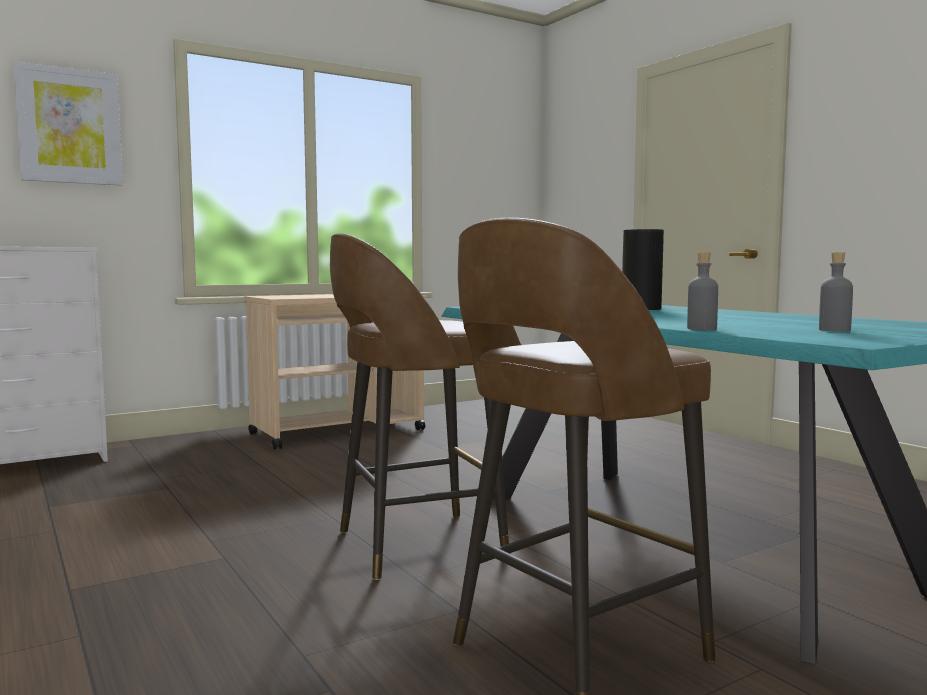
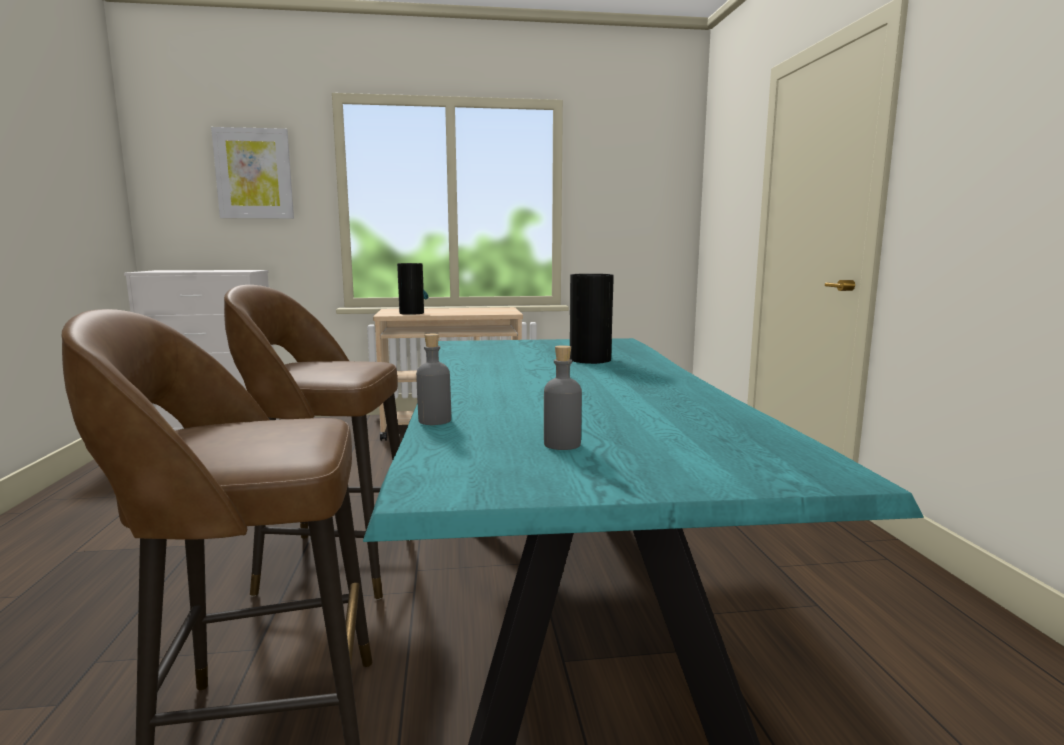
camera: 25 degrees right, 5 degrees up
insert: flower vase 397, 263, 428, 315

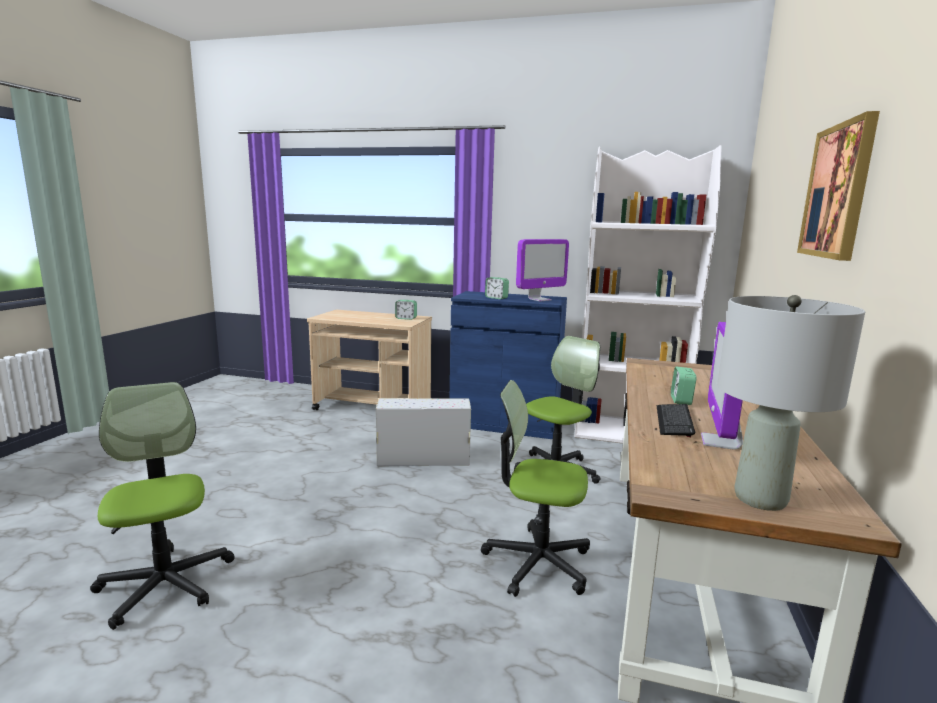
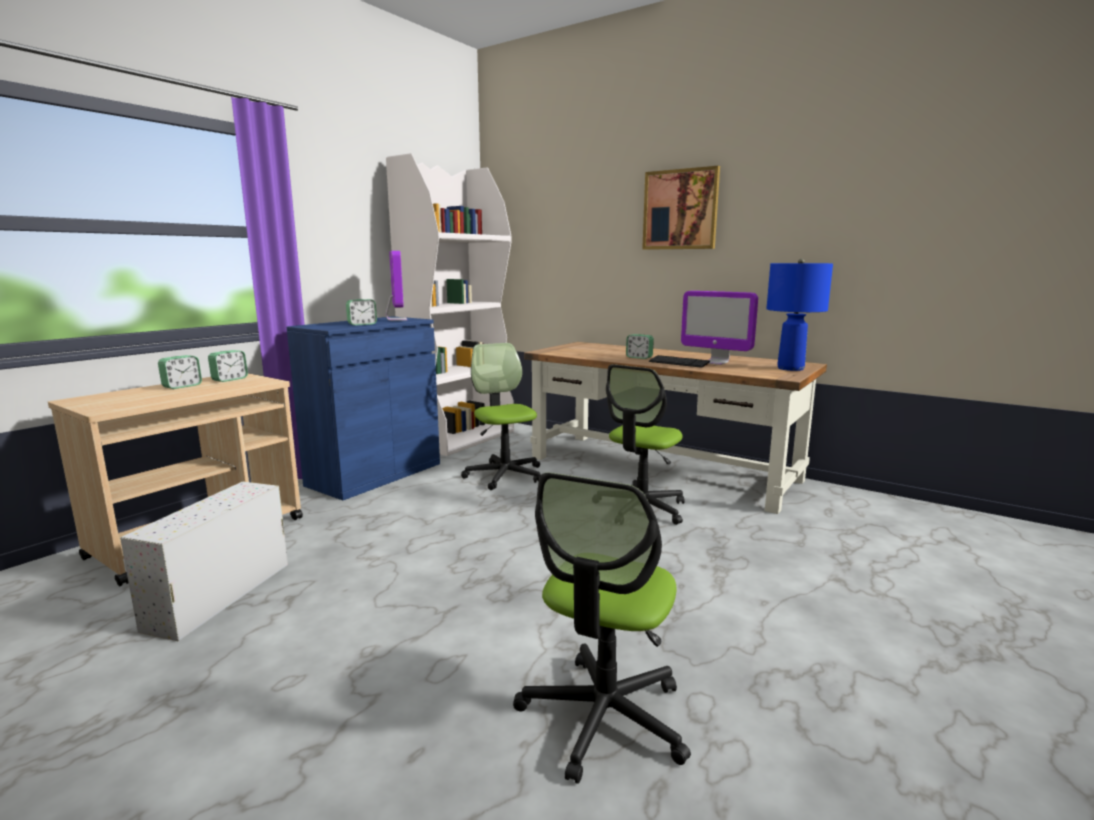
camera: 70 degrees left, 0 degrees up
insert: bedside clock 158, 355, 202, 389
move: whitish storage box 376, 398, 471, 466 to 120, 482, 288, 641
recolor: grey table lamp 717, 295, 865, 511 to blue table lamp 766, 259, 833, 371
rotate: desk chair 90, 382, 235, 630 = 513, 472, 691, 784 60 degrees counterclockwise

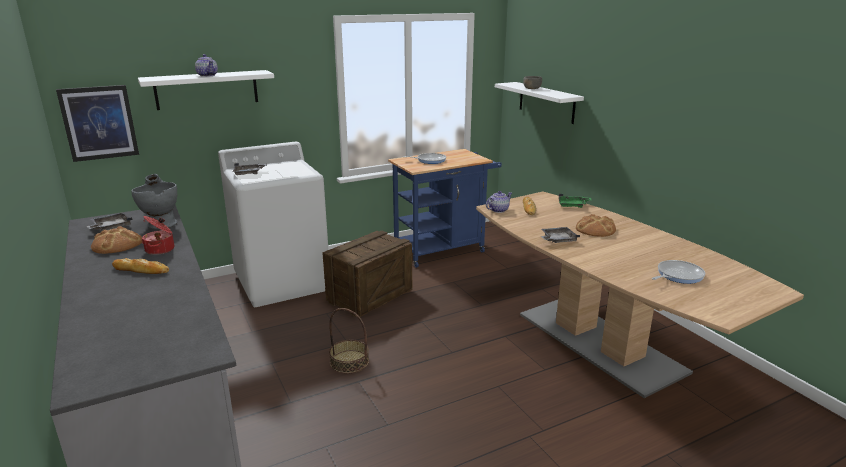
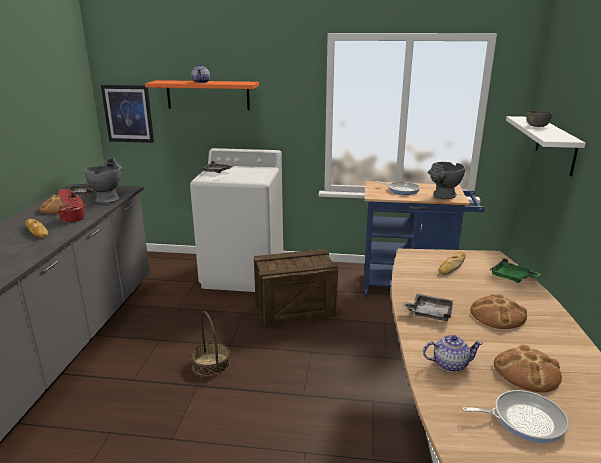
camera: 35 degrees right, 0 degrees up
insert: grey flower vase 427, 162, 465, 199; baked bread 494, 345, 562, 392
move: teapot 486, 191, 512, 213 to 423, 335, 483, 372
recolor: whitish wall shelf 138, 70, 274, 110 to orange-coloured wall shelf 145, 80, 259, 110

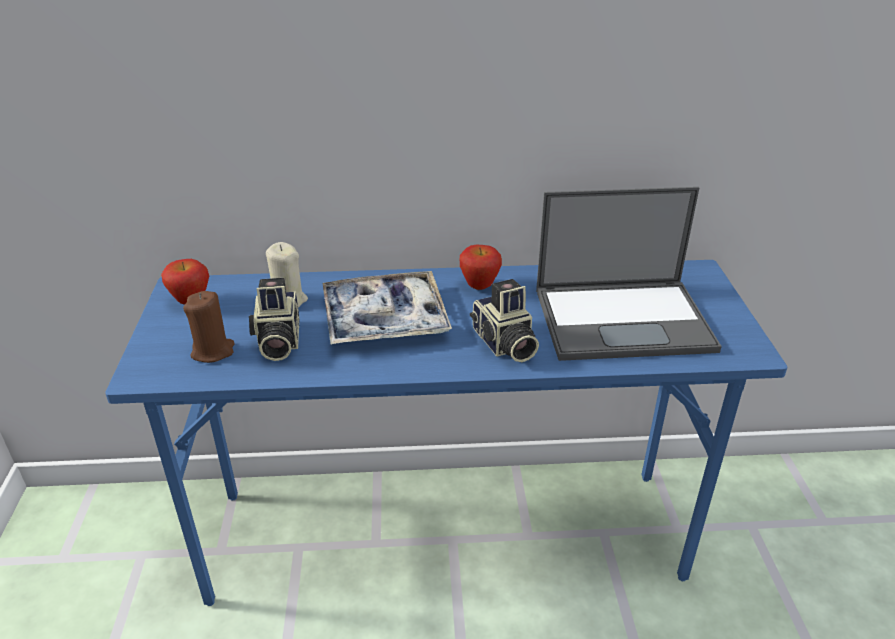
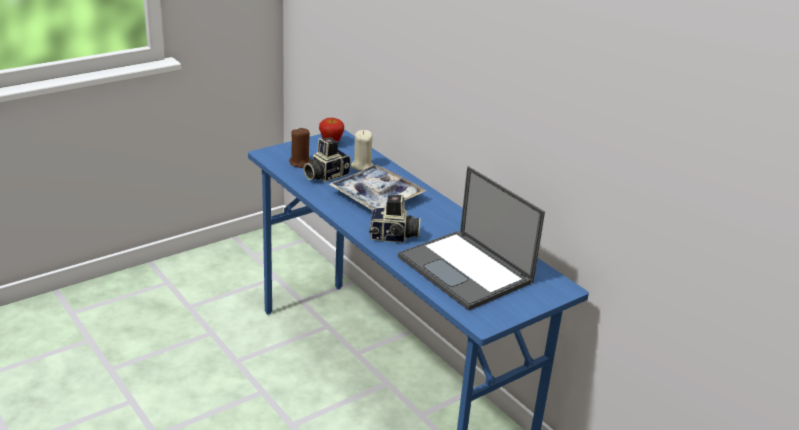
camera: 55 degrees right, 5 degrees down
delete: apple fruit 460, 245, 502, 290
rotate: still camera 470, 279, 539, 362 = 369, 194, 421, 243 120 degrees counterclockwise

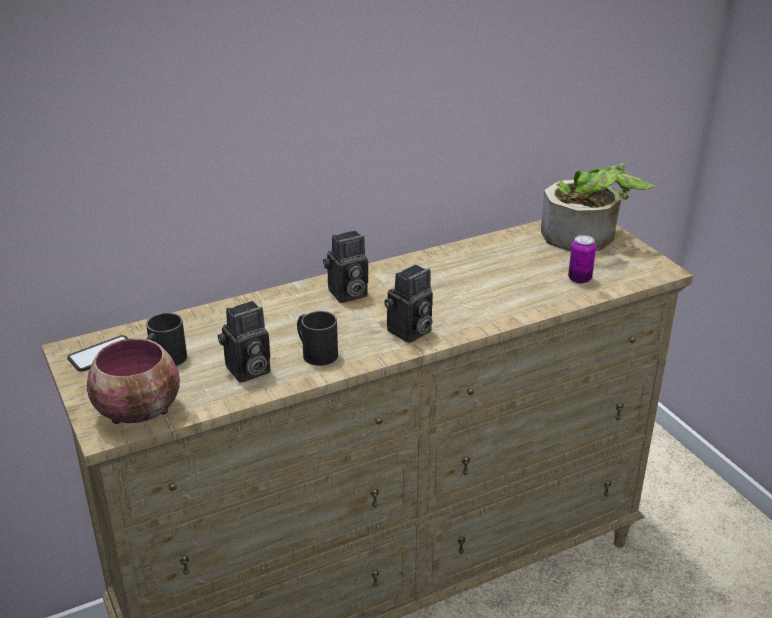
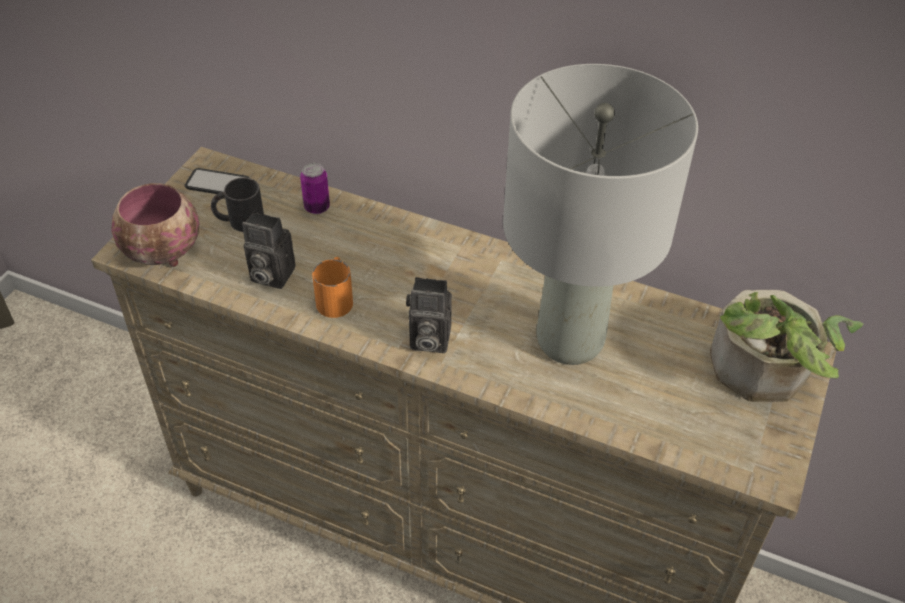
camera: 50 degrees right, 15 degrees up
delete: still camera 323, 230, 368, 303
insert: grey table lamp 503, 64, 698, 365
move: can 568, 235, 596, 284 to 300, 163, 330, 214
recolor: blackish coffee mug 297, 311, 338, 366 to orange-coloured coffee mug 312, 257, 353, 318

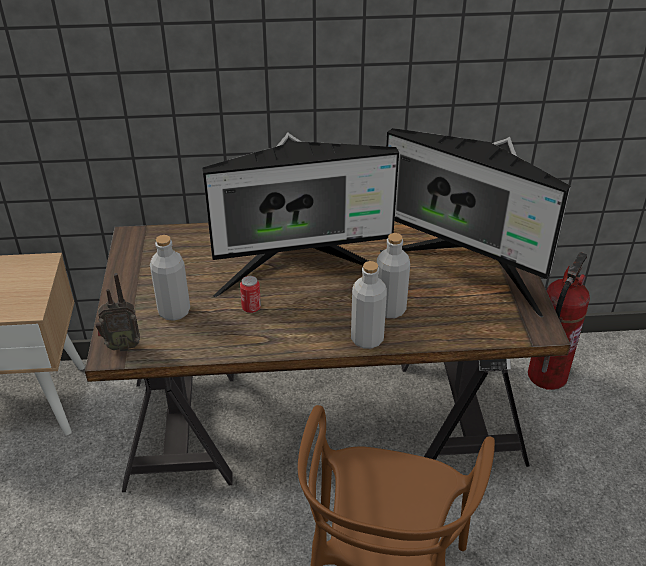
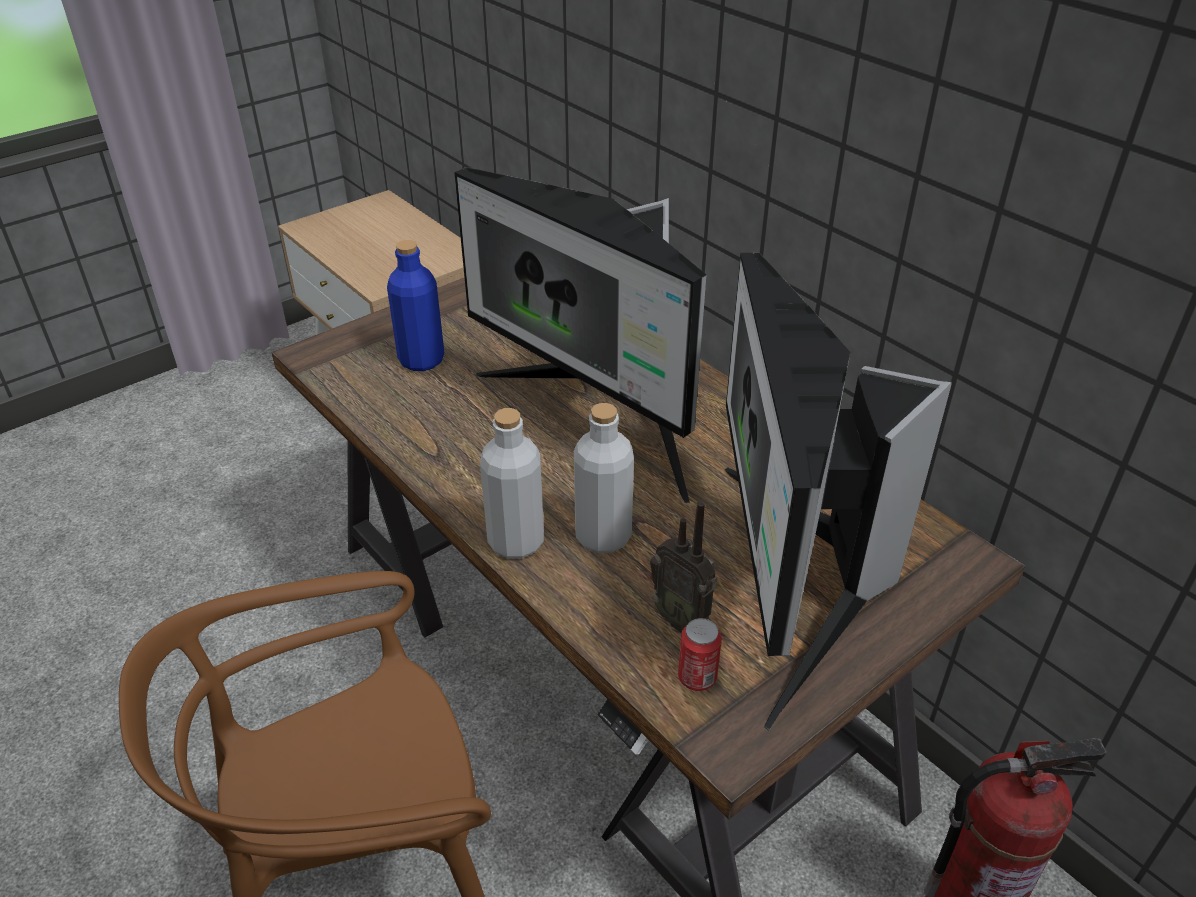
camera: 55 degrees right, 0 degrees up
move: radio receiver 95, 273, 140, 352 to 650, 501, 717, 633; can 240, 276, 261, 313 to 678, 618, 722, 691
recolor: grey beverage bottle 150, 235, 190, 321 to blue beverage bottle 387, 240, 444, 371

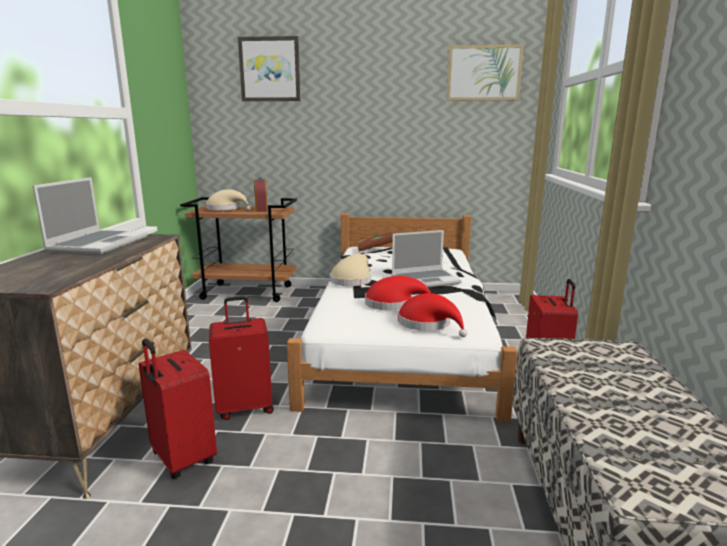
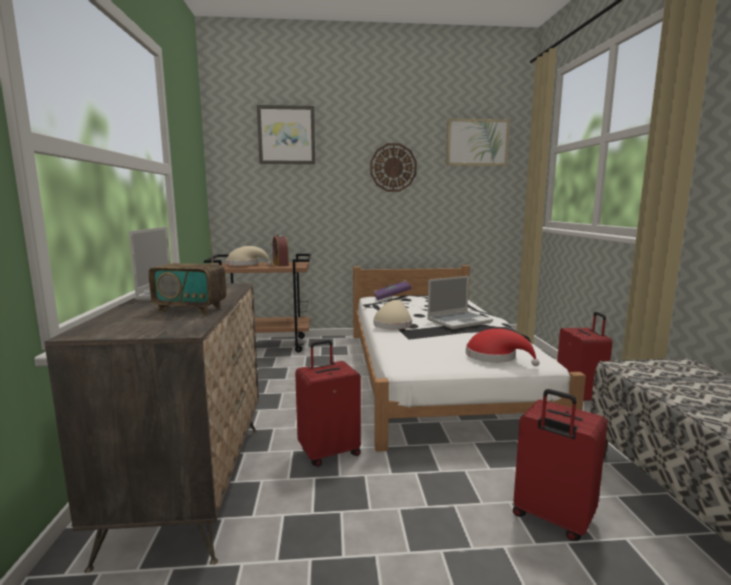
camera: 10 degrees left, 5 degrees down
delete: red-coloured hat 365, 276, 431, 310
insert: radio receiver 148, 229, 227, 314; hanging clock 370, 143, 417, 192
move: red-coloured travel case 139, 339, 217, 479 to 513, 389, 608, 541
recolor: brownish bound book 358, 230, 396, 252 to purplish bound book 373, 280, 412, 300

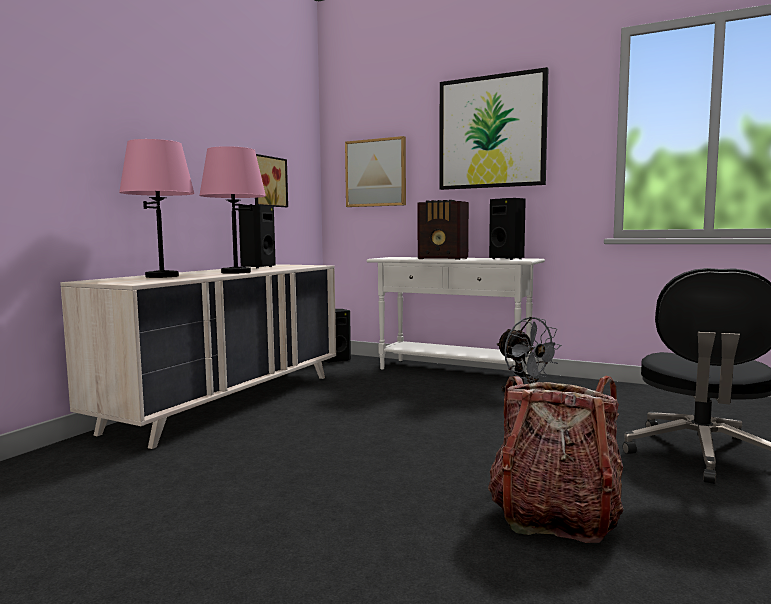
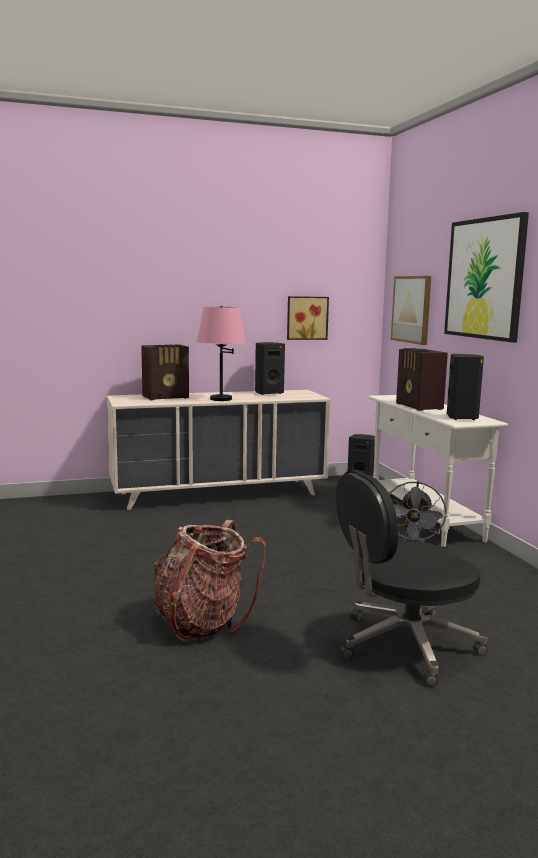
camera: 45 degrees right, 5 degrees up
replace: pink-coloured table lamp 119, 139, 195, 278 to radio receiver 141, 344, 189, 400

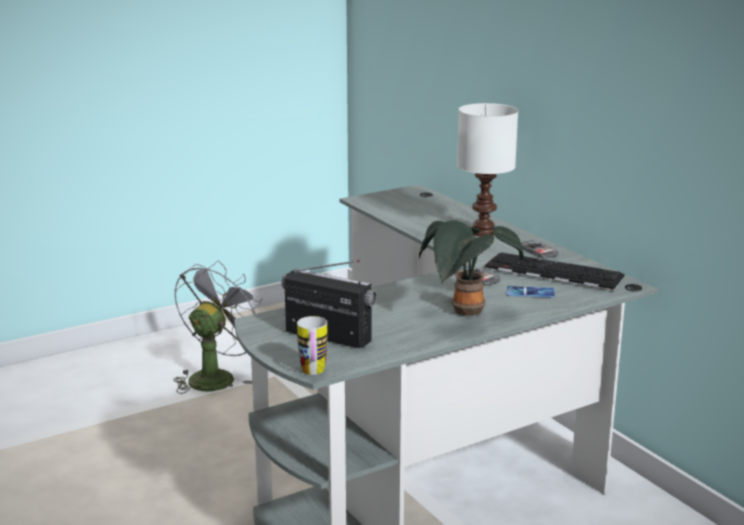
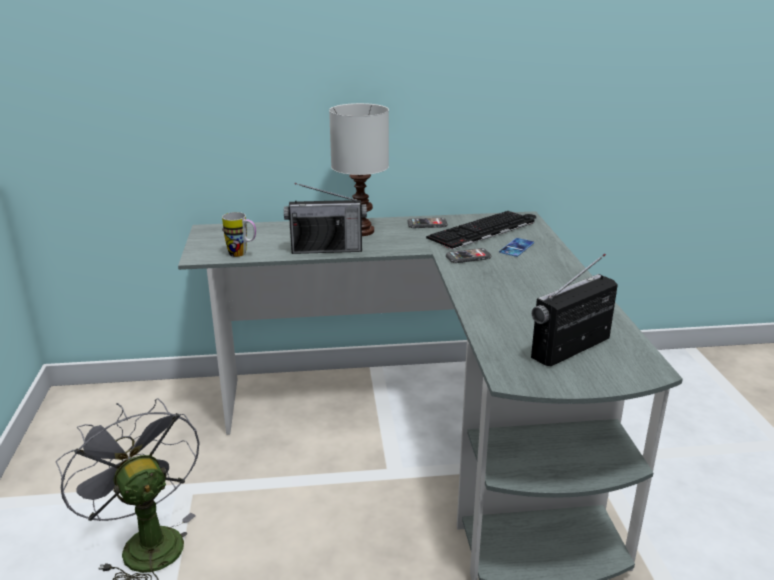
camera: 65 degrees left, 5 degrees up
delete: potted plant 419, 220, 524, 316
insert: radio receiver 284, 183, 367, 254
move: coffee mug 297, 316, 327, 375 to 222, 212, 256, 257

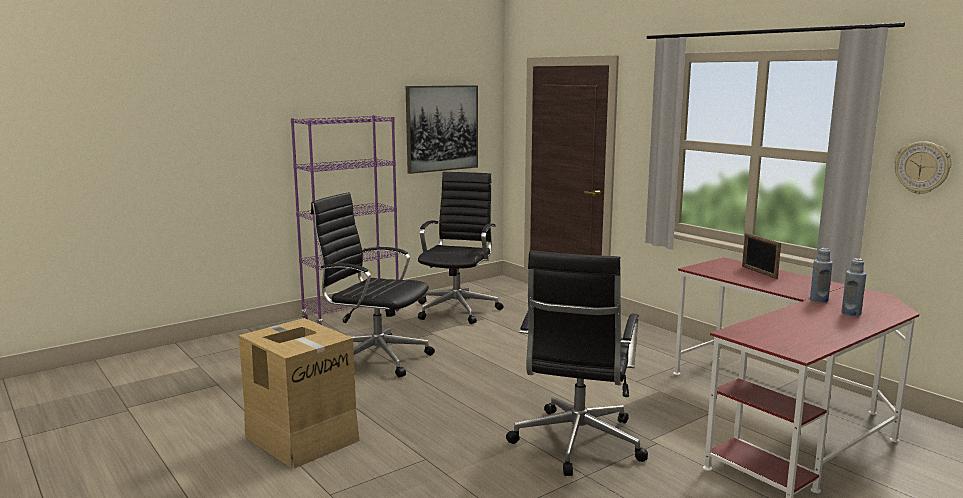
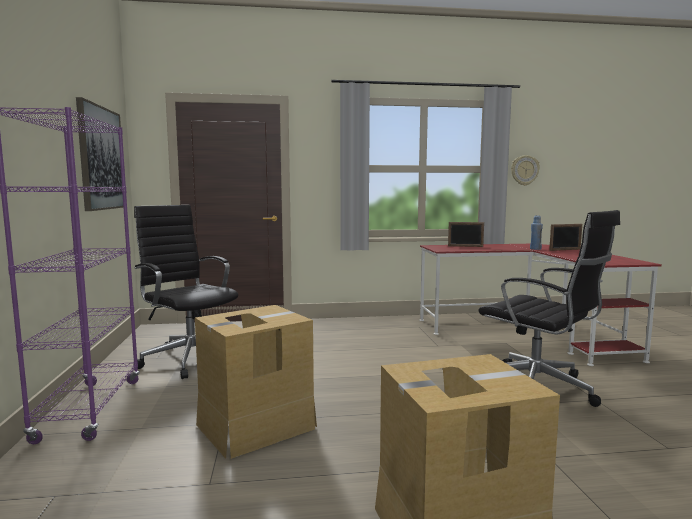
camera: 60 degrees left, 5 degrees down
replace: blackish desk chair 311, 192, 435, 378 to packing box 195, 305, 317, 459; blue beverage bottle 841, 258, 866, 316 to picture frame 549, 224, 582, 251

